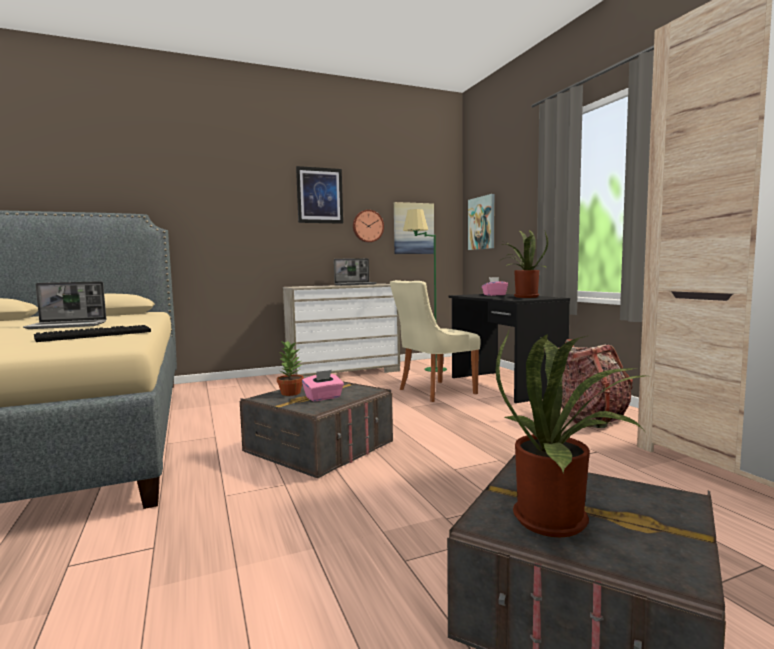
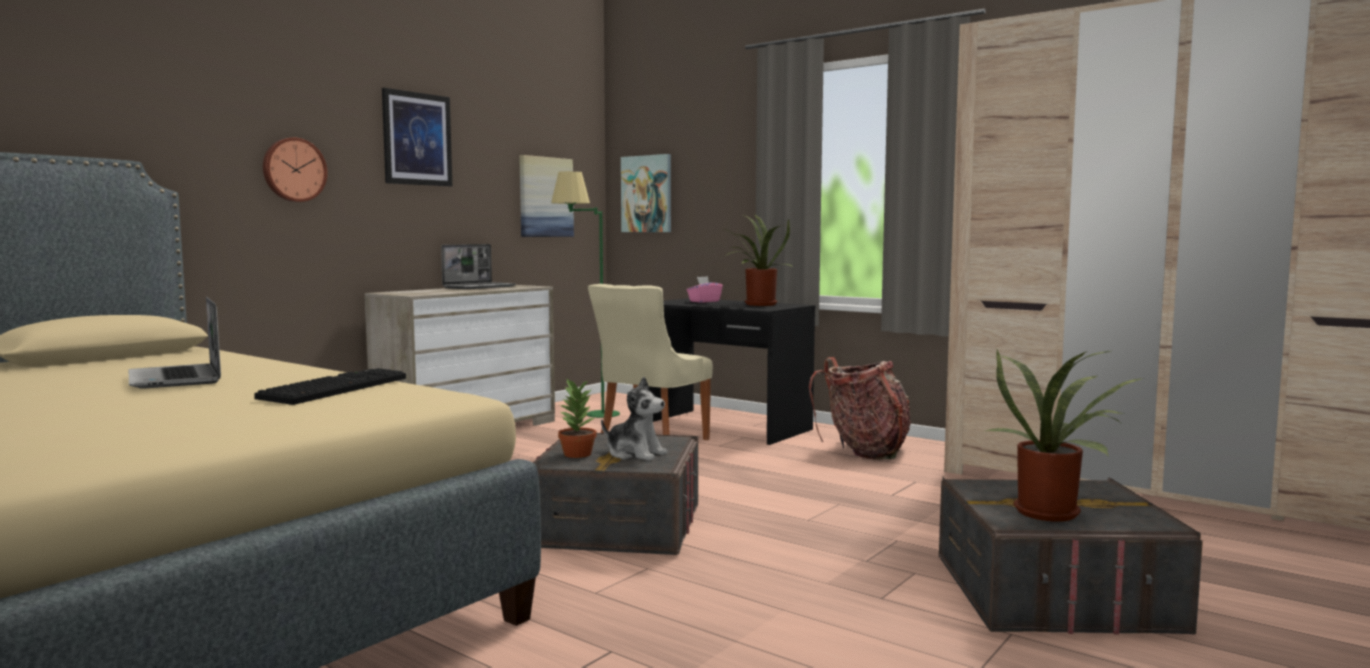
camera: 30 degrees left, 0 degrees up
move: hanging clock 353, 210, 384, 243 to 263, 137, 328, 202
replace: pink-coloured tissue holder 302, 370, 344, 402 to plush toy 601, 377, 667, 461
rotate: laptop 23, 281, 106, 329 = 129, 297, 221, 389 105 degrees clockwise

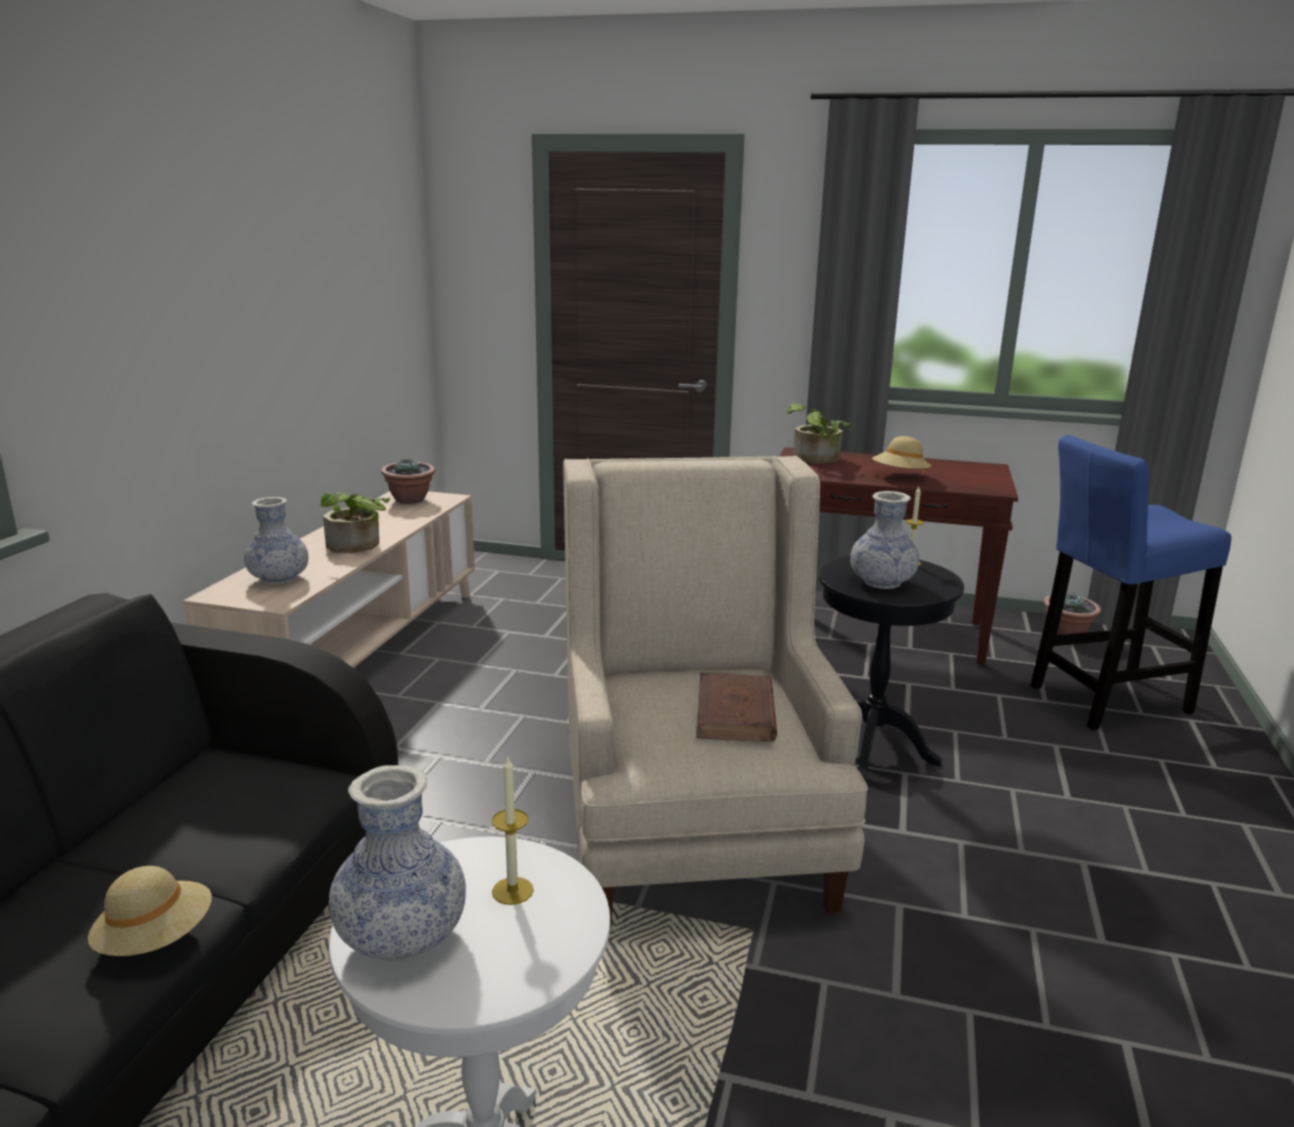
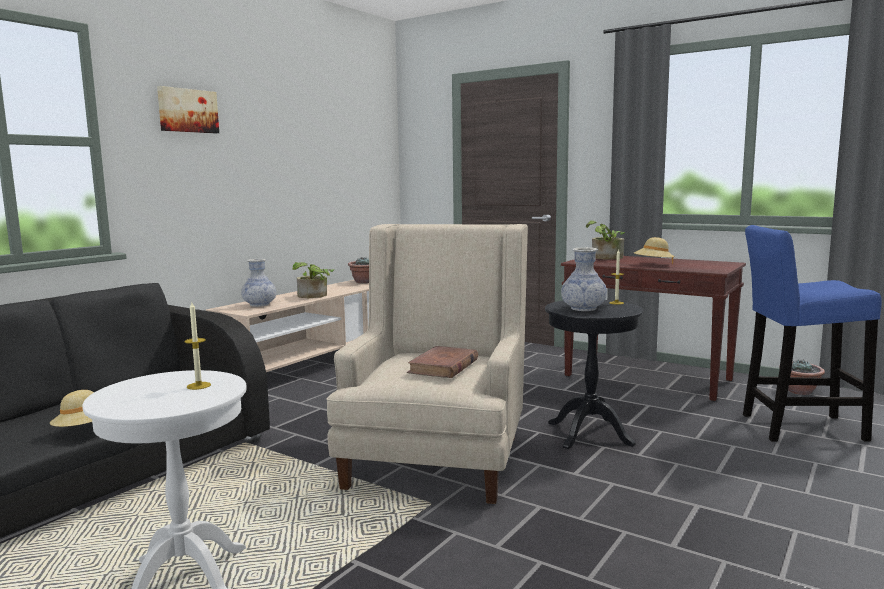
camera: 20 degrees right, 10 degrees down
delete: flower vase 329, 765, 466, 961
insert: wall art 157, 86, 219, 133

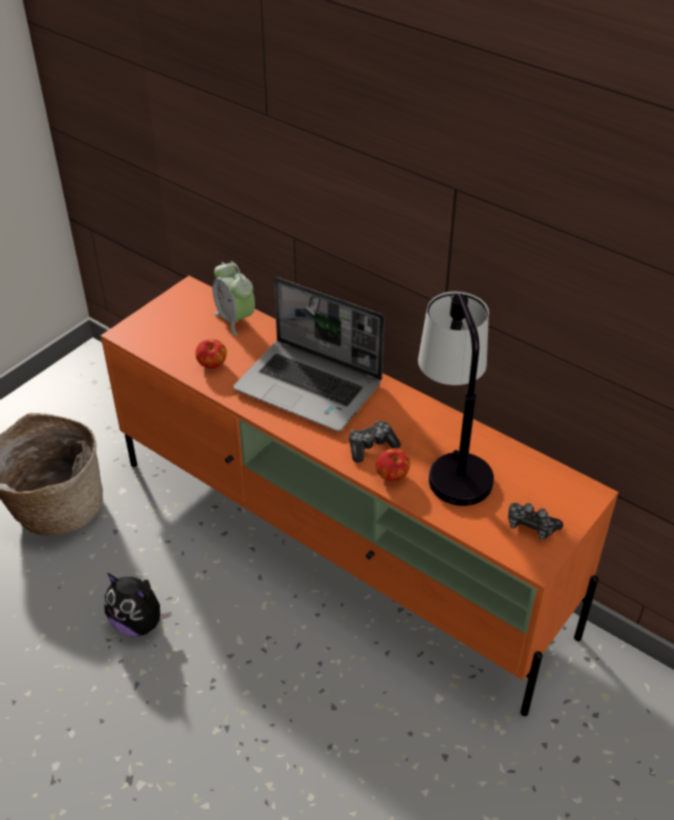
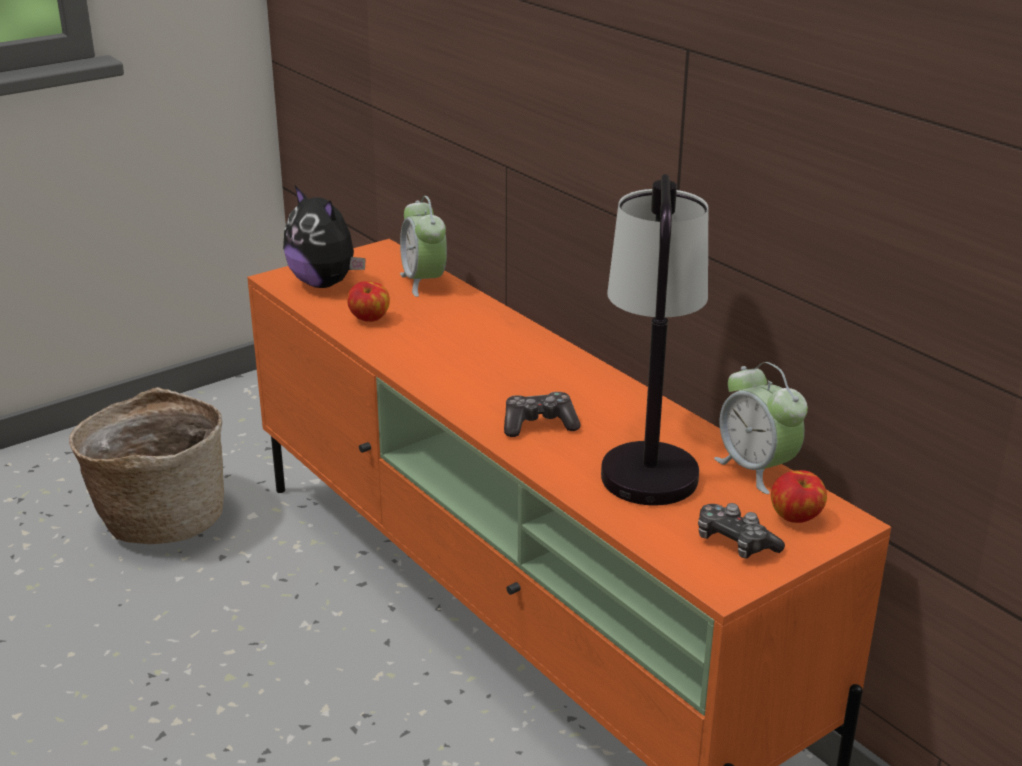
camera: 15 degrees right, 15 degrees down
delete: laptop 233, 277, 385, 431
insert: bedside clock 714, 362, 808, 494
move: plush toy 104, 573, 171, 636 to 283, 186, 366, 288; apple fruit 376, 448, 410, 482 to 771, 470, 827, 523

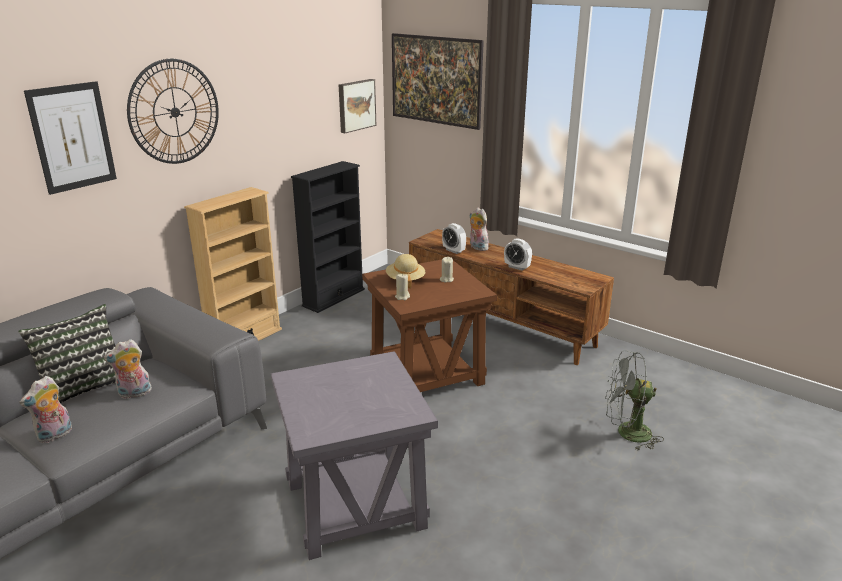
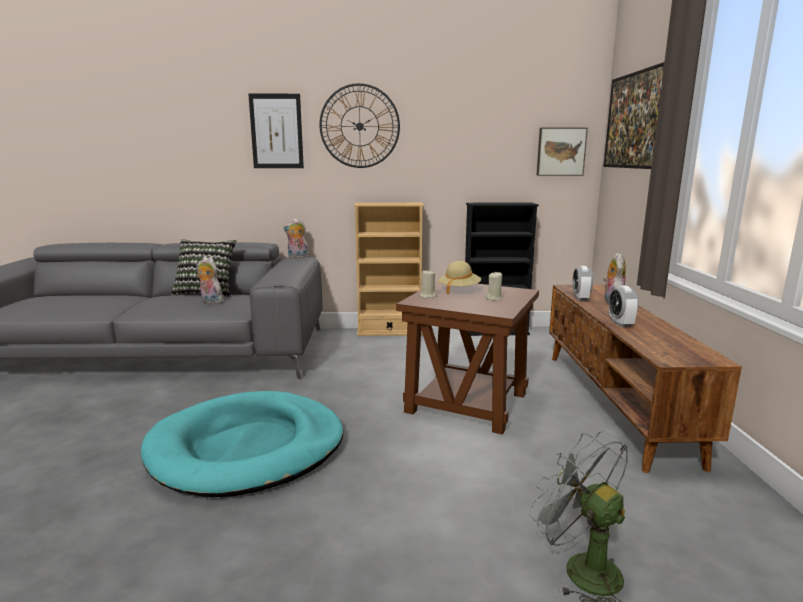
camera: 50 degrees right, 10 degrees down
move: plush toy 19, 376, 72, 443 to 283, 218, 309, 258
replace: grey side table 271, 351, 438, 560 to turquoise-coloured pet bed 141, 391, 344, 497

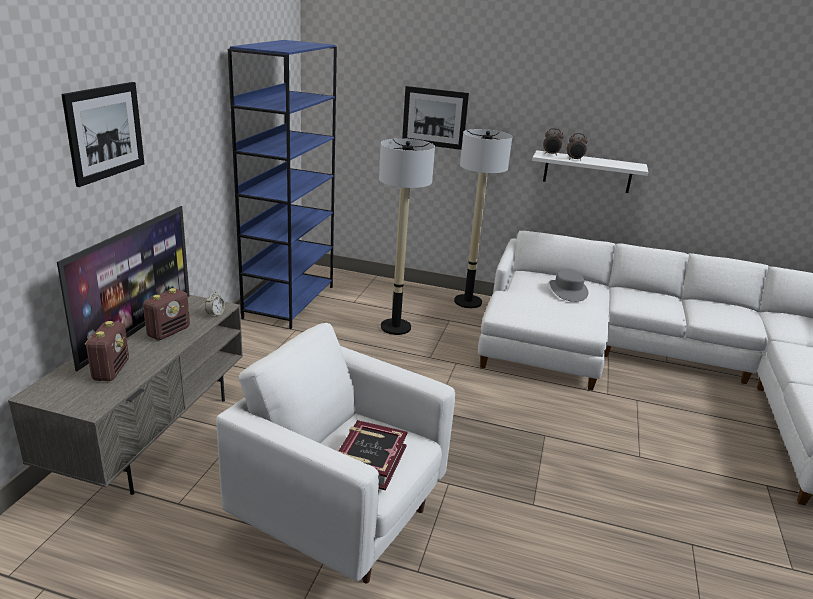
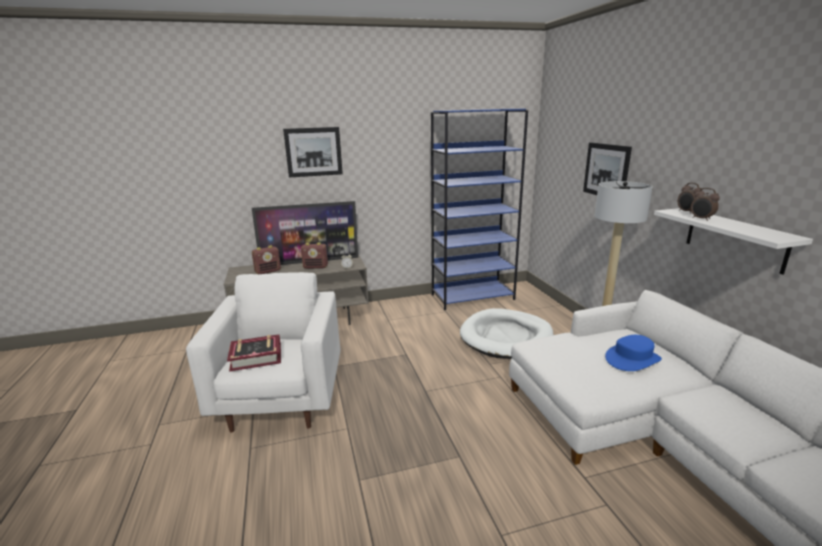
camera: 60 degrees right, 5 degrees down
replace: floor lamp 379, 138, 435, 335 to whitish pet bed 460, 308, 554, 359
recolor: grey hat 549, 269, 588, 302 to blue hat 605, 335, 662, 371

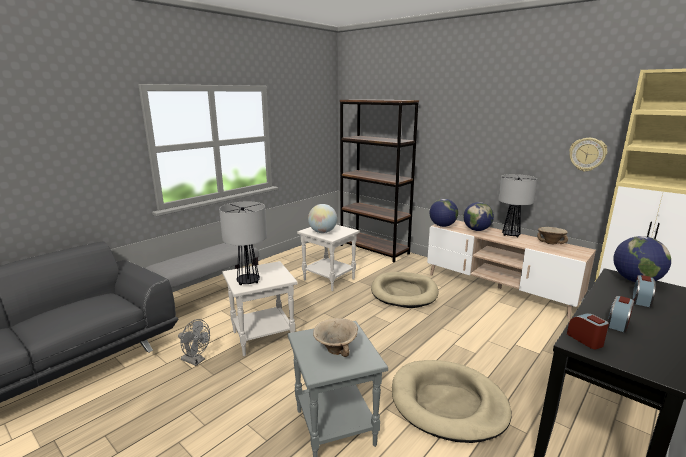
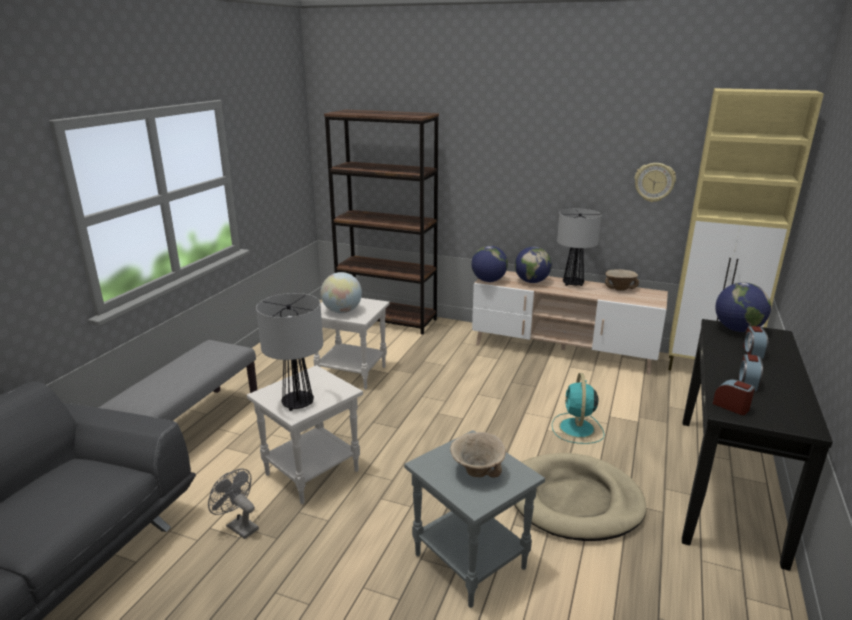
camera: 20 degrees left, 5 degrees up
delete: beige-coloured pet bed 371, 272, 438, 308
insert: turquoise-coloured fan 552, 373, 604, 444
rotate: grey fan 178, 319, 210, 366 = 208, 469, 259, 539 150 degrees counterclockwise

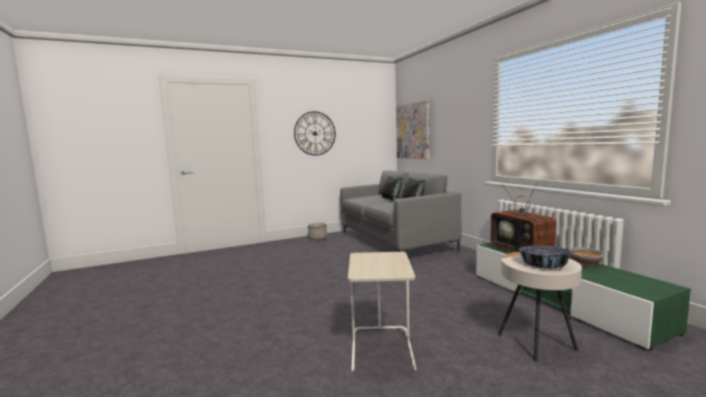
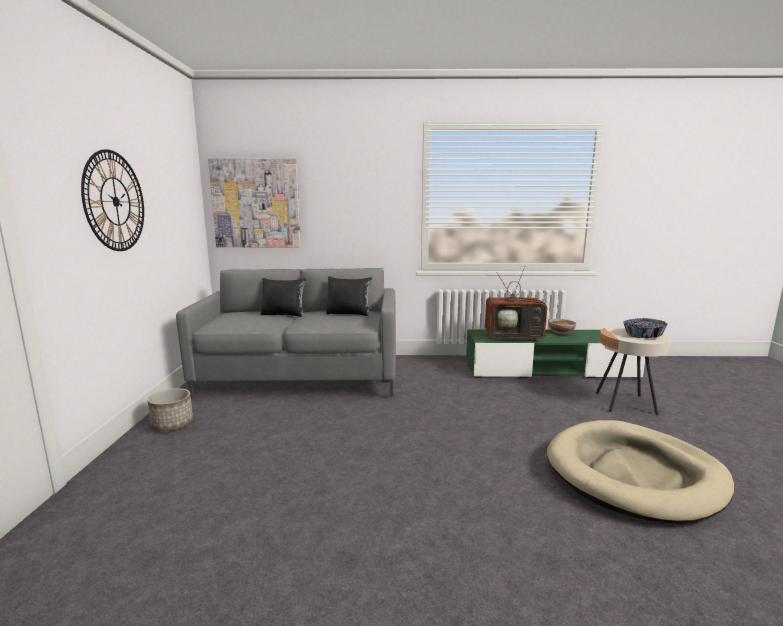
camera: 65 degrees left, 5 degrees up
replace: beige-coloured side table 348, 252, 417, 371 to beige-coloured pet bed 547, 420, 734, 524

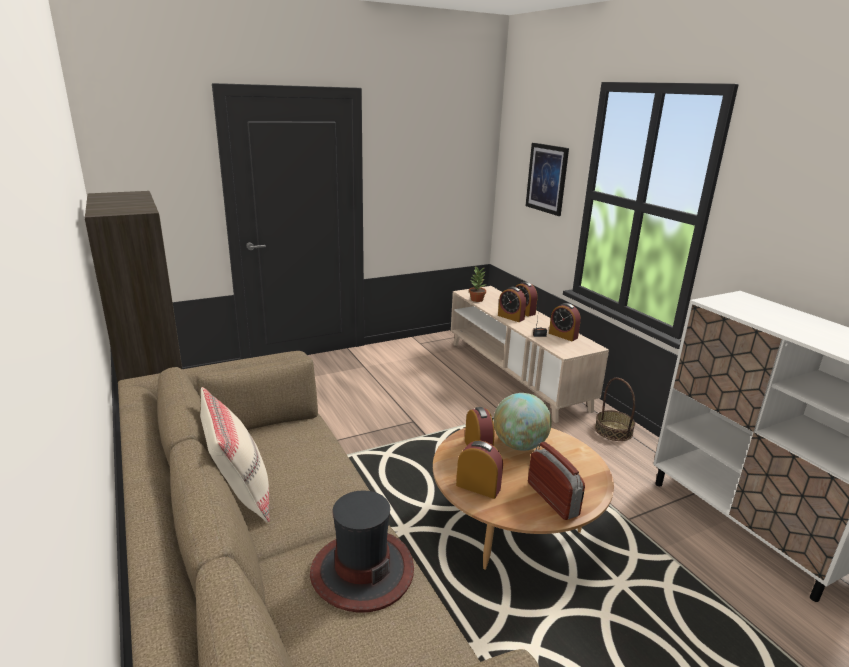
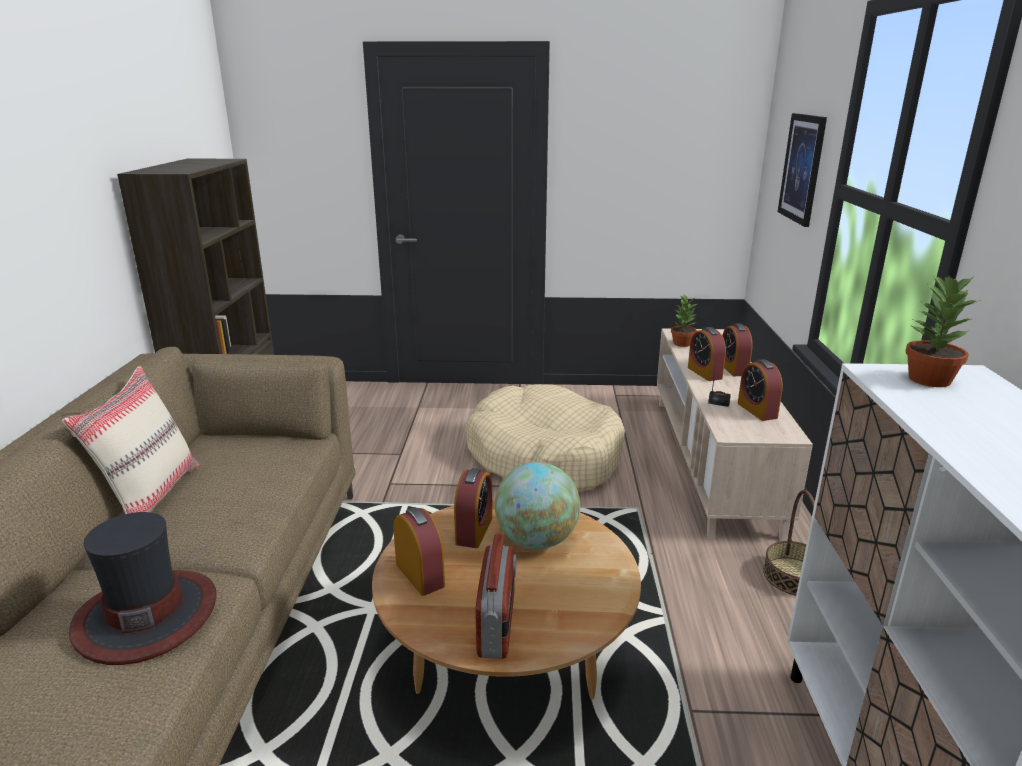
camera: 30 degrees right, 0 degrees up
insert: beige-coloured pet bed 465, 384, 625, 492; potted plant 906, 273, 981, 387

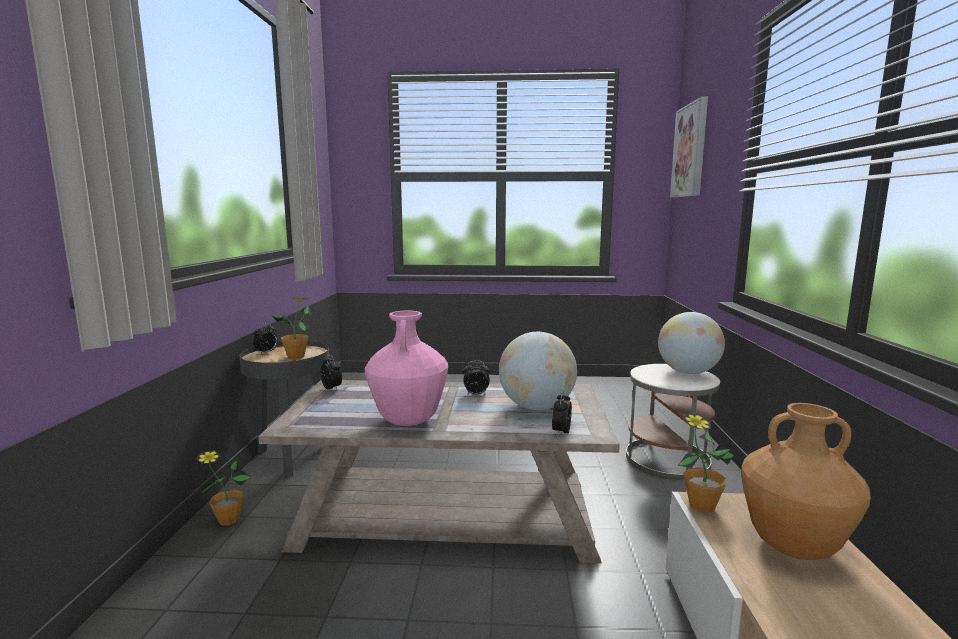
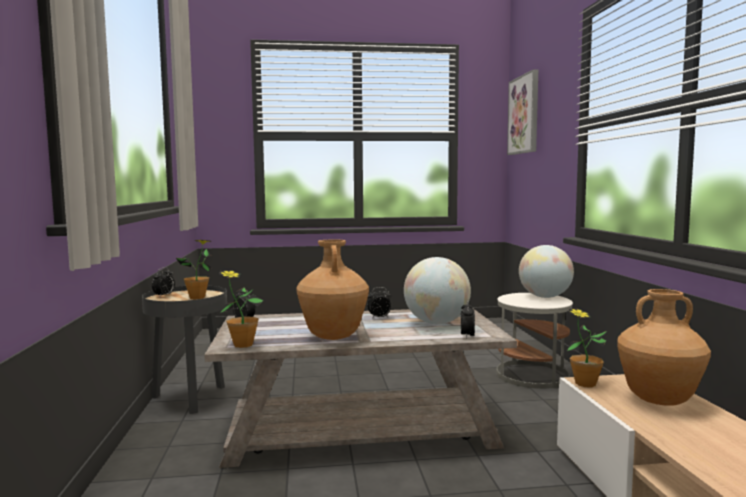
camera: 10 degrees left, 5 degrees down
move: potted plant 196, 450, 250, 526 to 219, 270, 264, 348
recolor: pink-coloured flower vase 365, 311, 448, 426 to brownish flower vase 297, 239, 369, 340

